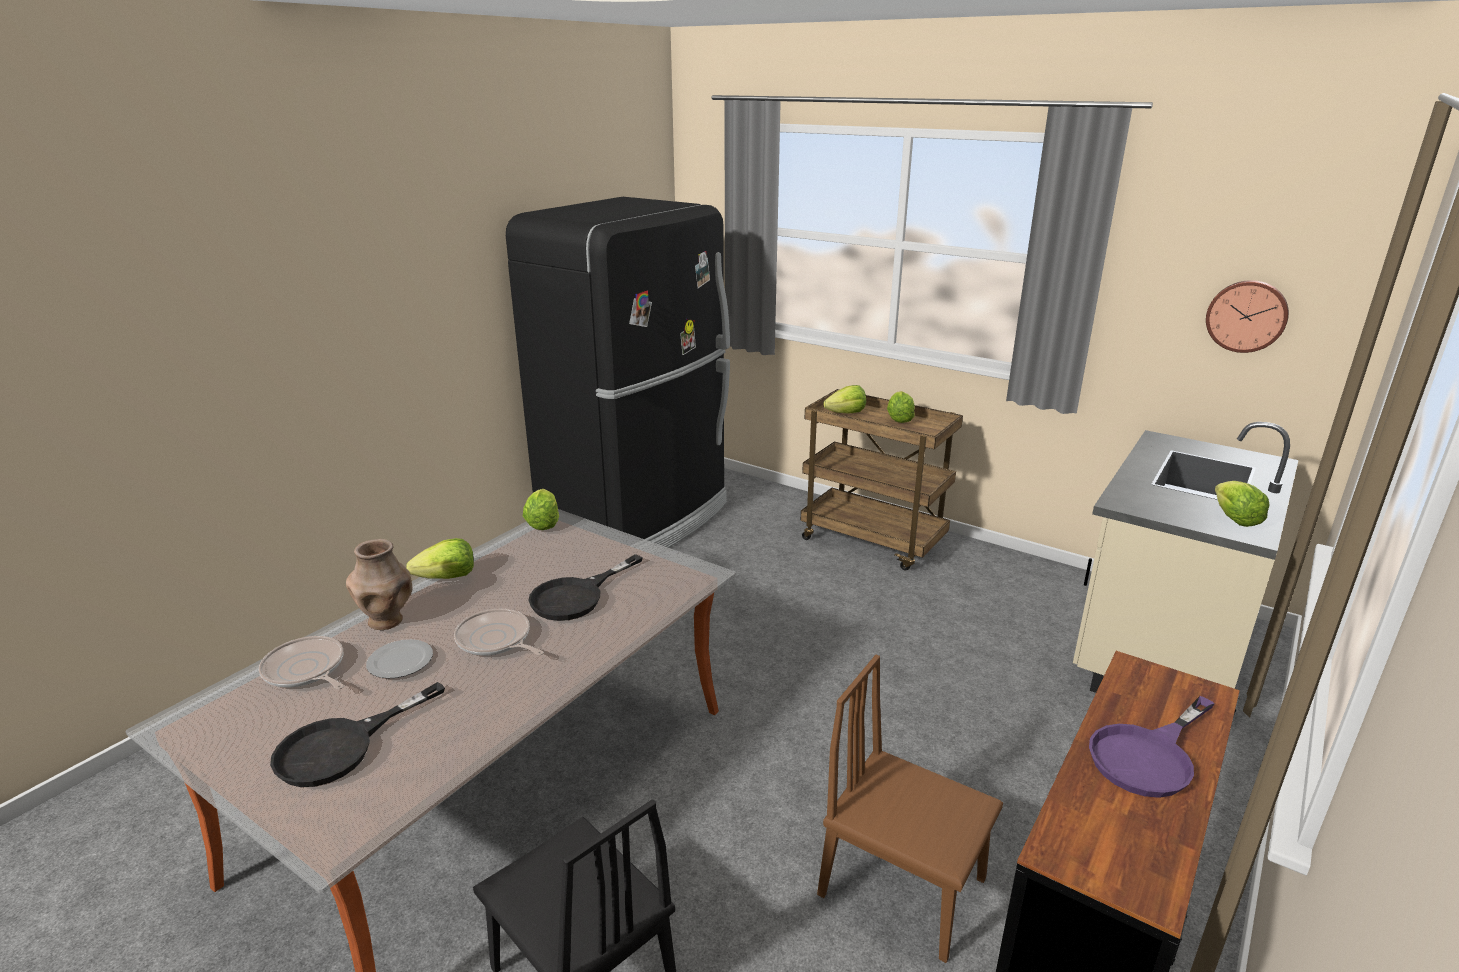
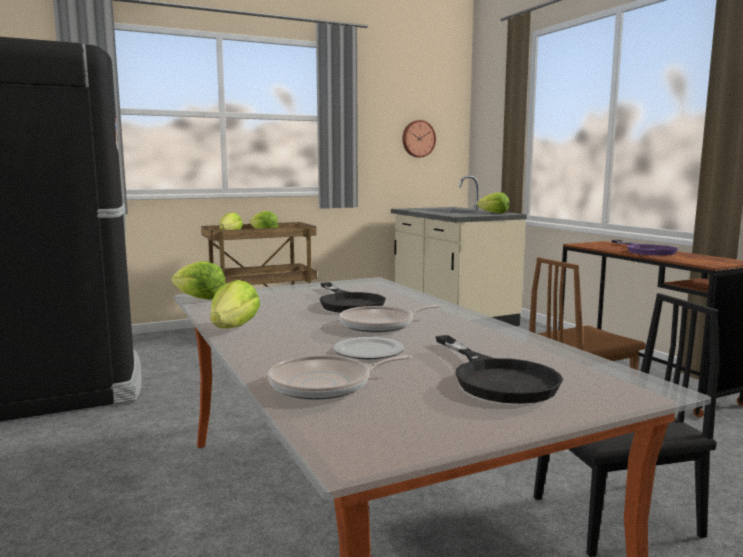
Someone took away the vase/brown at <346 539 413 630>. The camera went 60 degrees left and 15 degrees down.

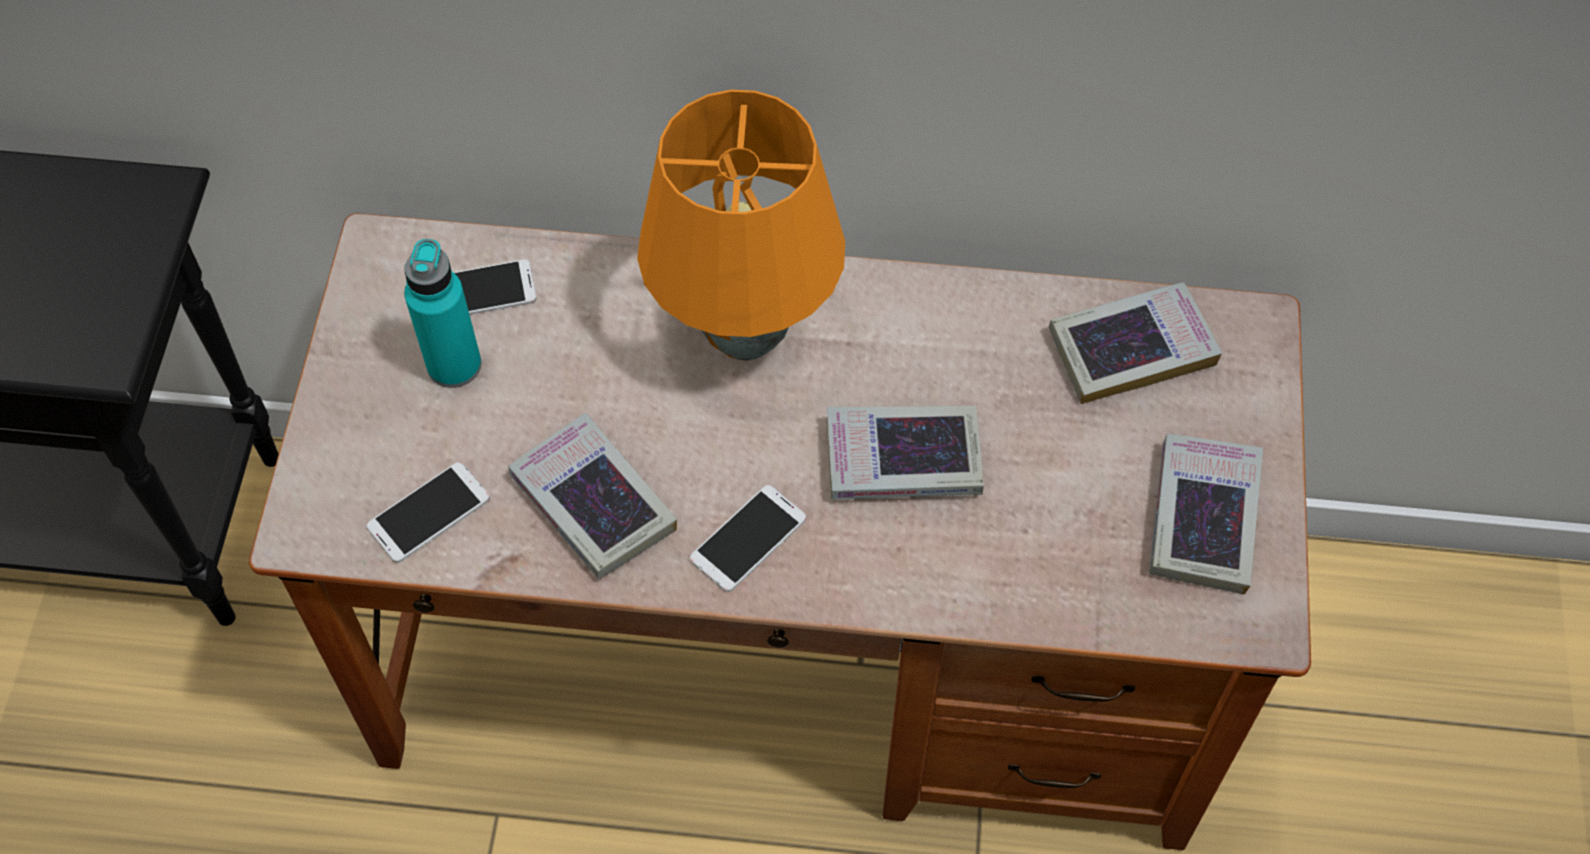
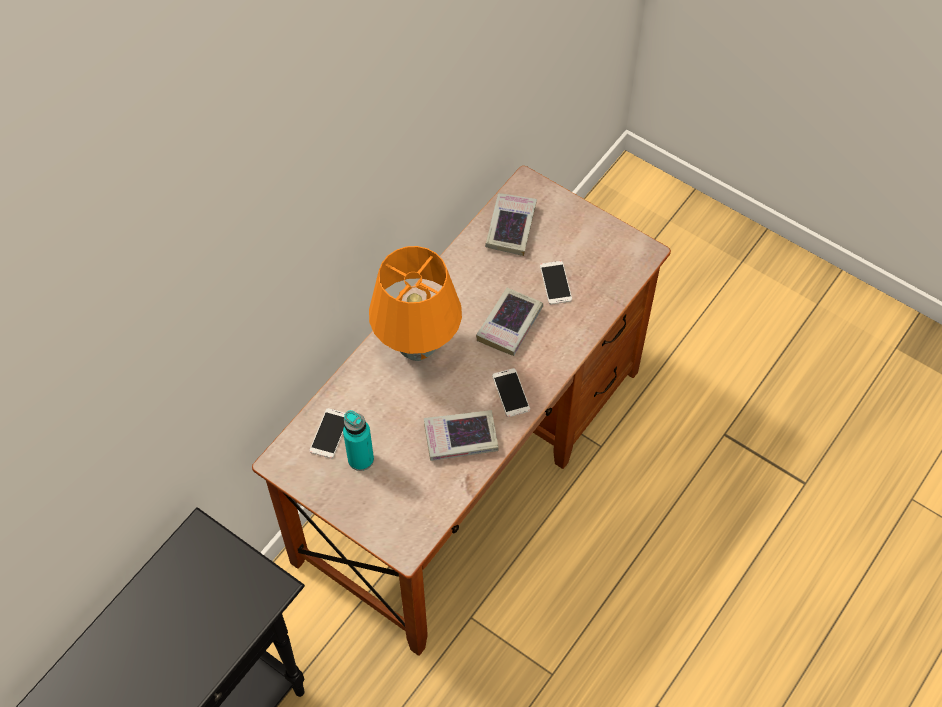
Someone carried the phone from <367 462 490 563> to <540 261 572 304>. Someone took away the book at <1149 434 1263 595>. The camera went 60 degrees left and 0 degrees up.

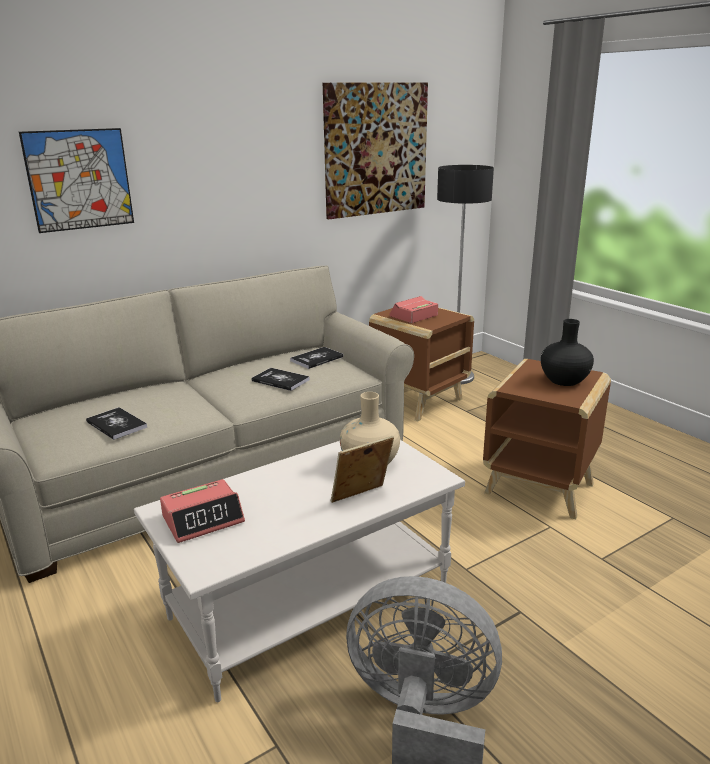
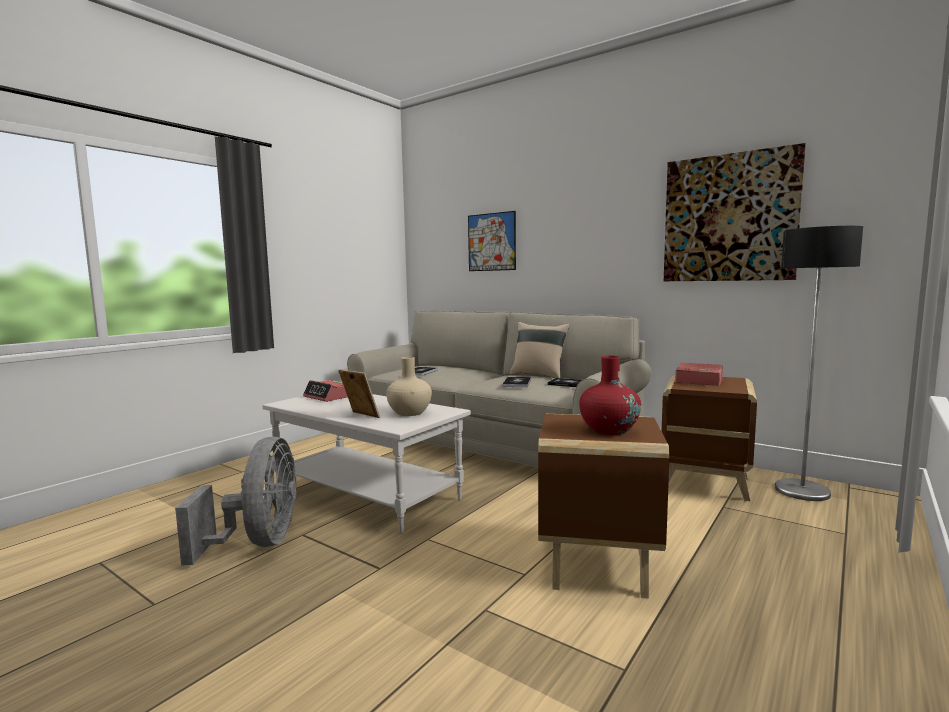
Someone repainted the vase/black at <541 319 594 386>, which became the vase/red at <579 356 641 435>. Someone put down the pillow/beige at <510 322 570 378>. The camera went 70 degrees right and 15 degrees down.

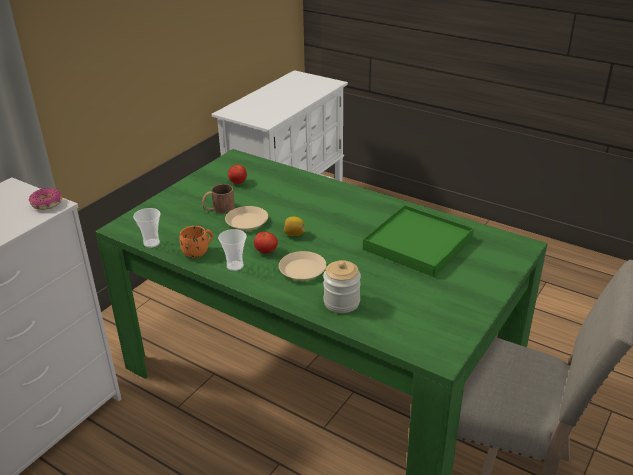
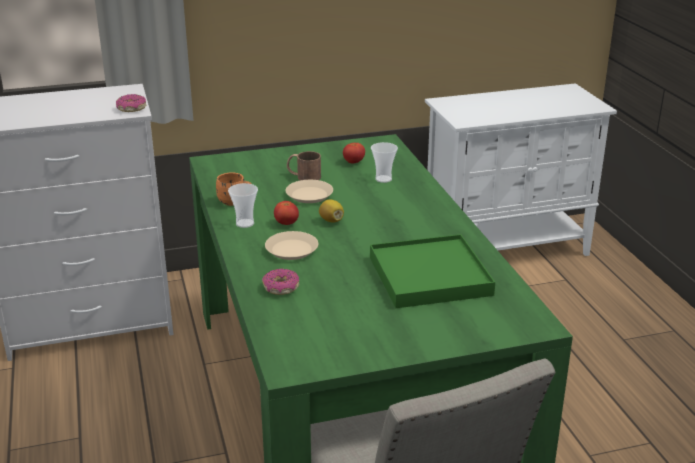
Someone carried the cup from <133 208 161 248> to <371 142 398 183>. Someone swapped the jar at <323 260 361 313> for the donut at <262 269 299 295>. The camera went 40 degrees right and 5 degrees down.

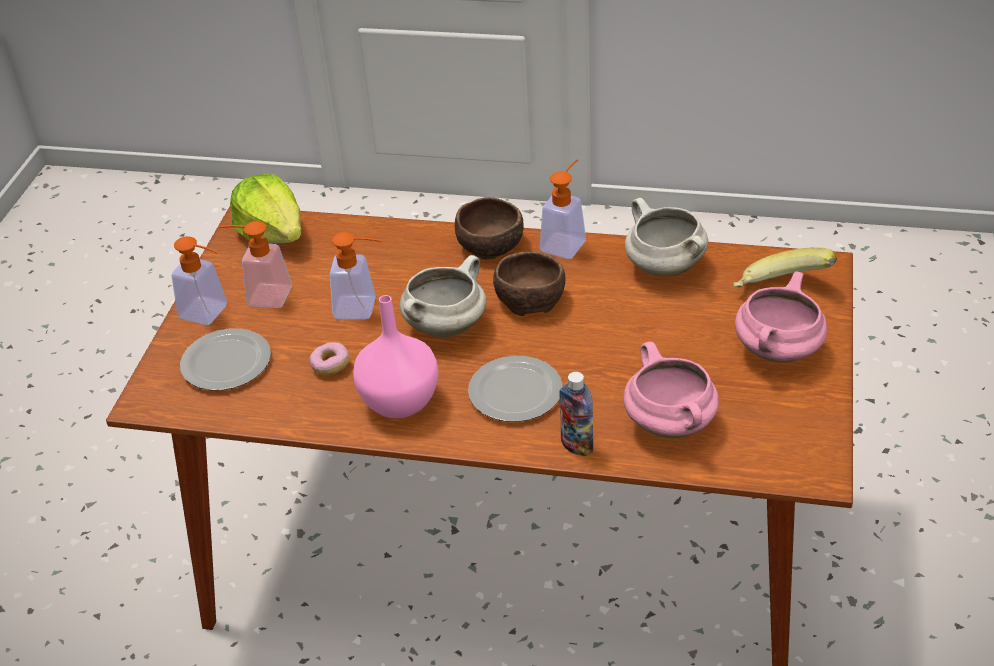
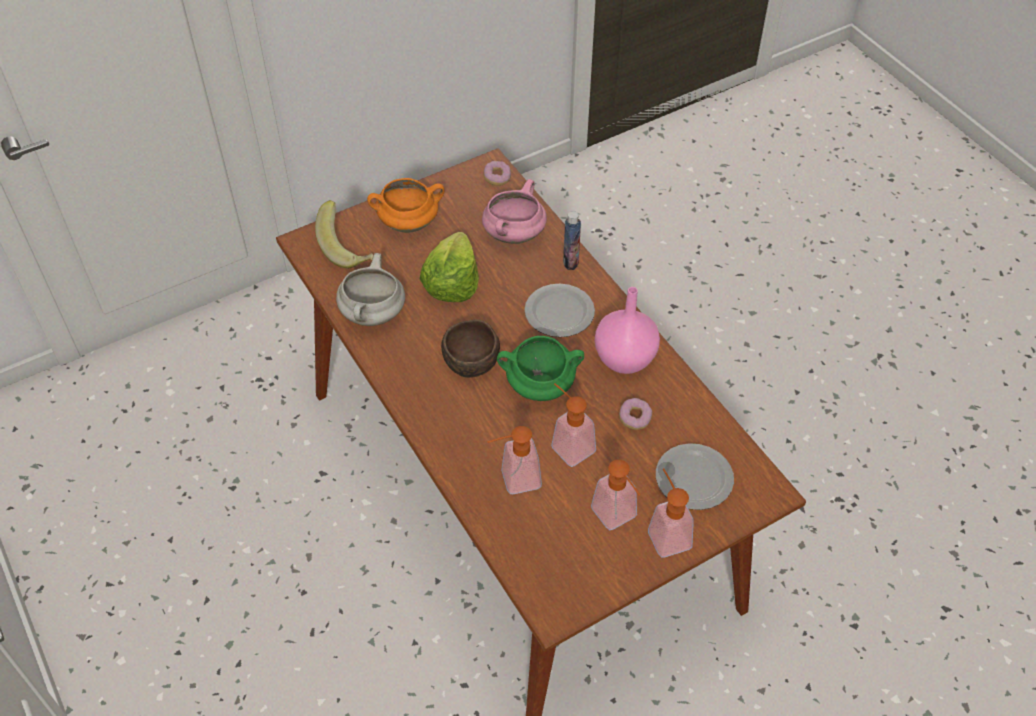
Someone carried the lettuce from <230 174 301 244> to <420 232 479 302>. Someone repainted the cooking pot/white at <400 255 486 337>, which became the cooking pot/green at <497 336 584 401>. Someone took away the bowl/brown at <455 197 524 260>. Someone carried the soap dispenser from <539 159 586 259> to <487 426 542 494>. Someone repainted the cooking pot/pink at <735 271 827 363>, which became the cooking pot/orange at <367 178 444 233>. Someone put down the donut at <483 161 511 186>. The camera went 135 degrees left and 10 degrees up.

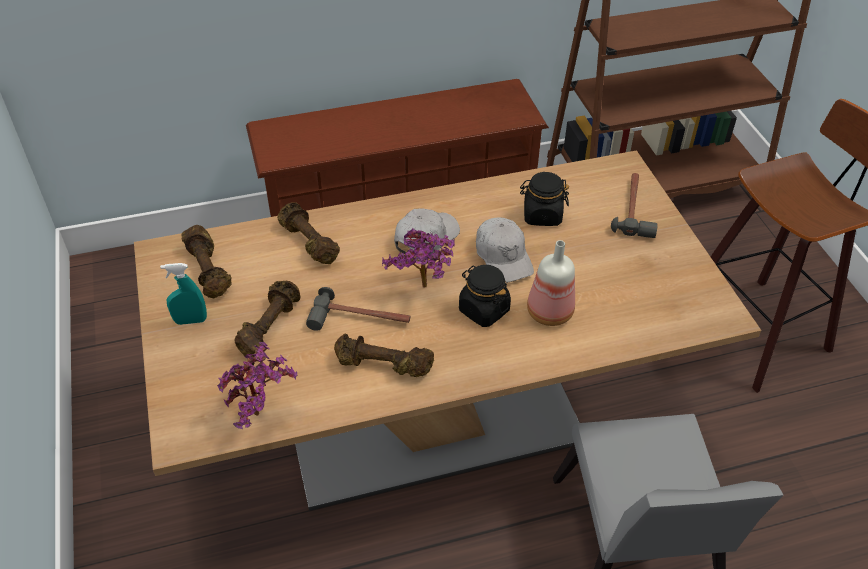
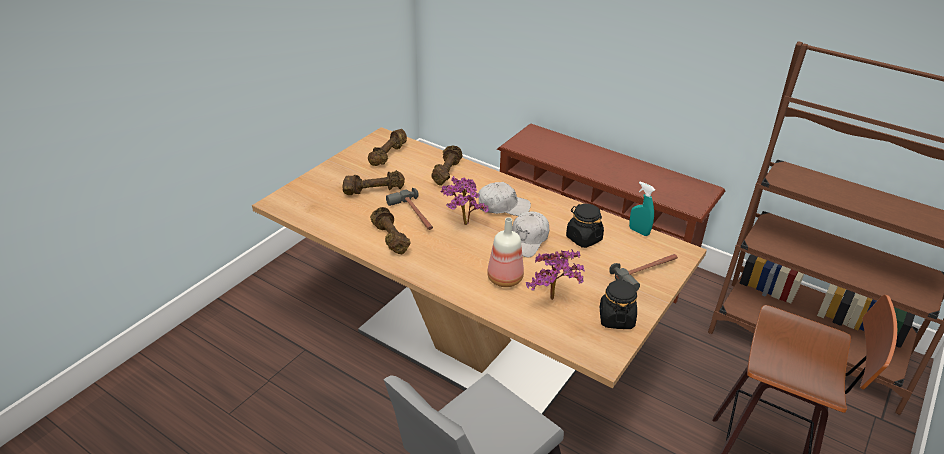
Someone carried the spray bottle/turquoise from <160 263 207 325> to <629 182 655 236>. Someone carried the potted plant from <217 342 297 429> to <526 249 585 300>. Someone carried the jar/black from <459 265 511 327> to <600 279 637 329>. The camera went 50 degrees right and 10 degrees down.

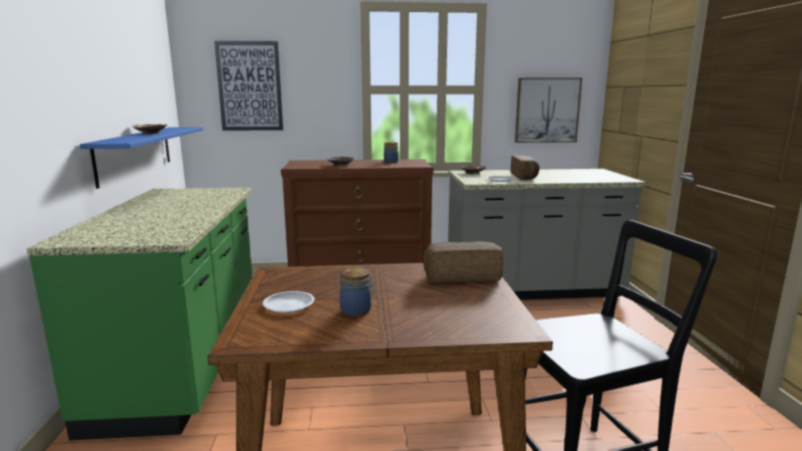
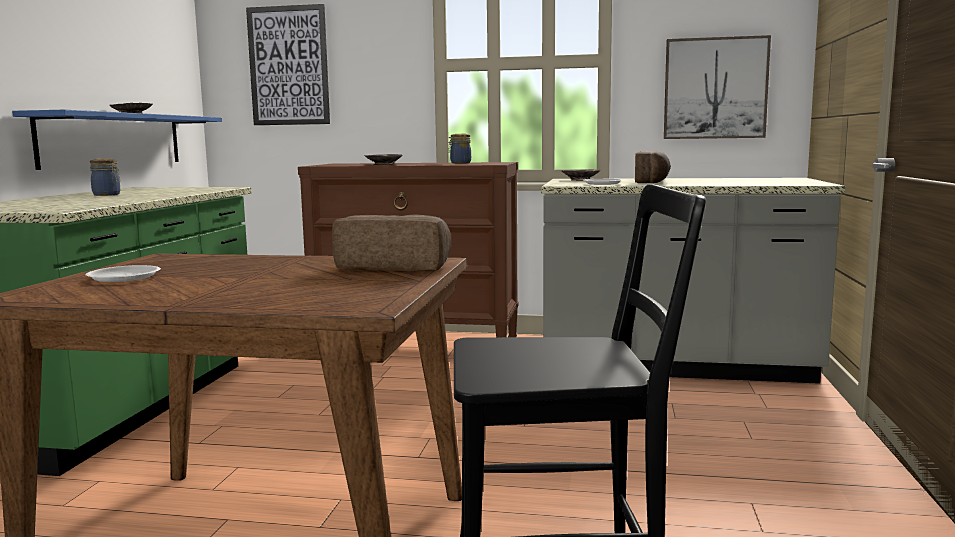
Someone carried the jar from <340 267 375 317> to <90 159 120 196>. The camera went 15 degrees right and 5 degrees down.

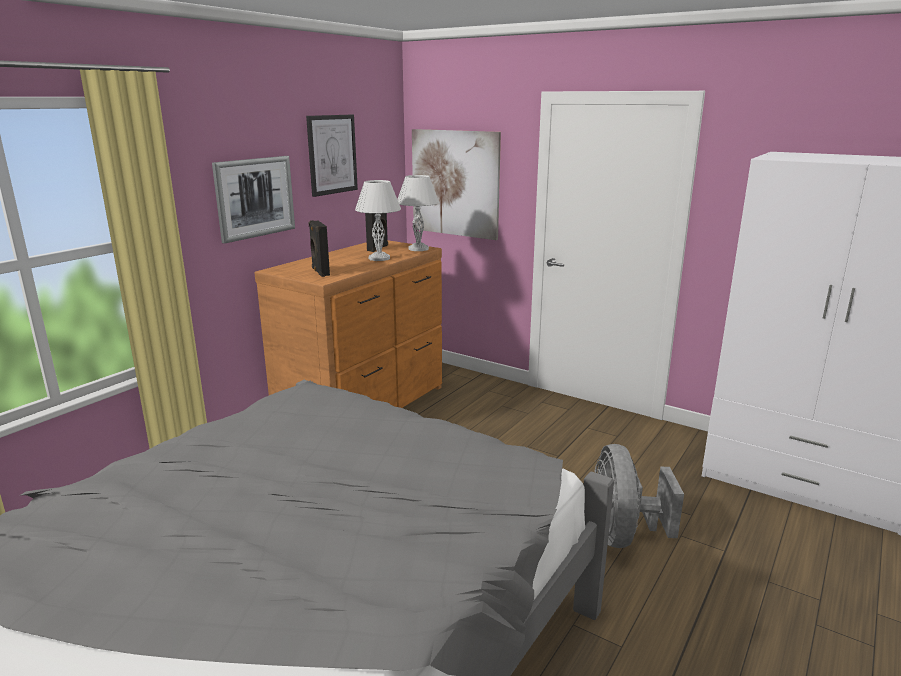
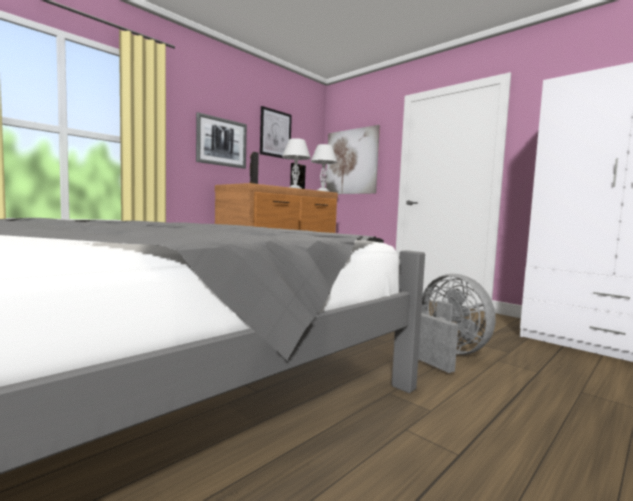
Someone rotated the fan/grey at <594 444 684 548> by 135 degrees clockwise. The camera went 10 degrees right and 15 degrees down.

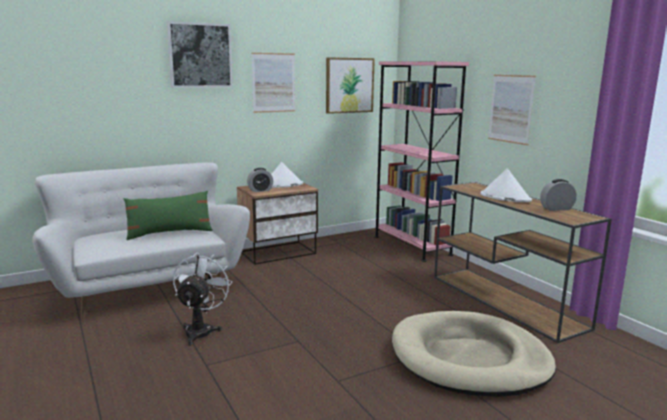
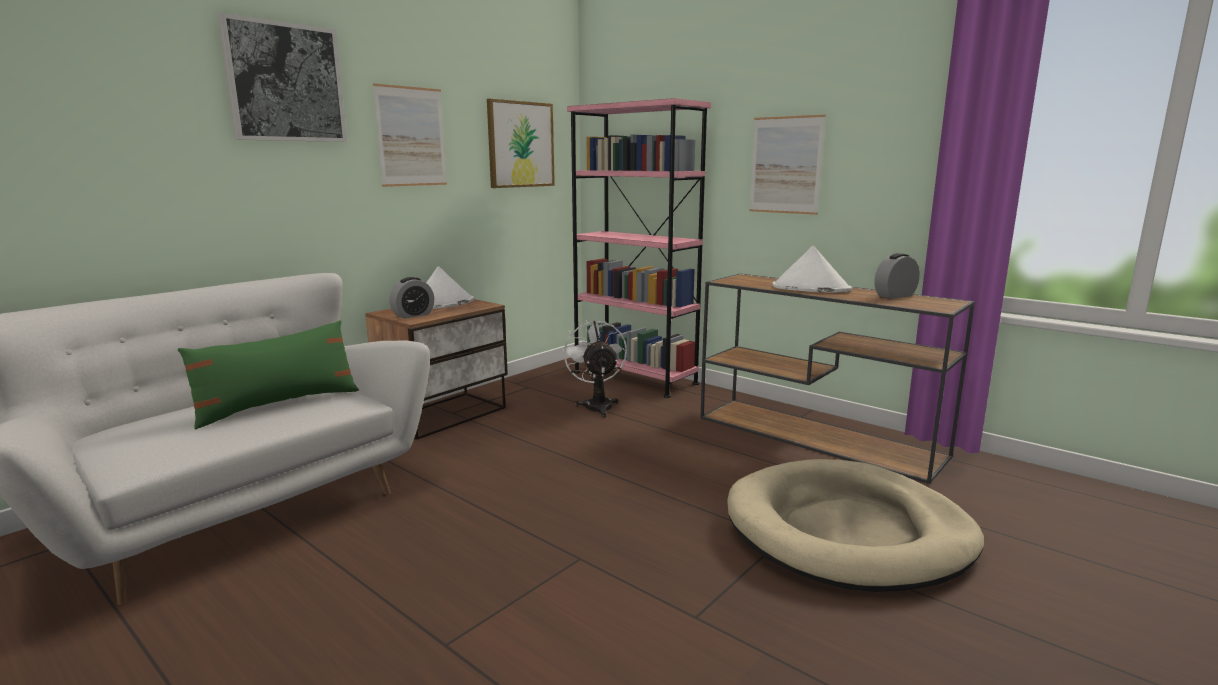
Someone carried the fan/white from <173 252 232 346> to <562 320 627 418>. The camera went 20 degrees left and 0 degrees up.

